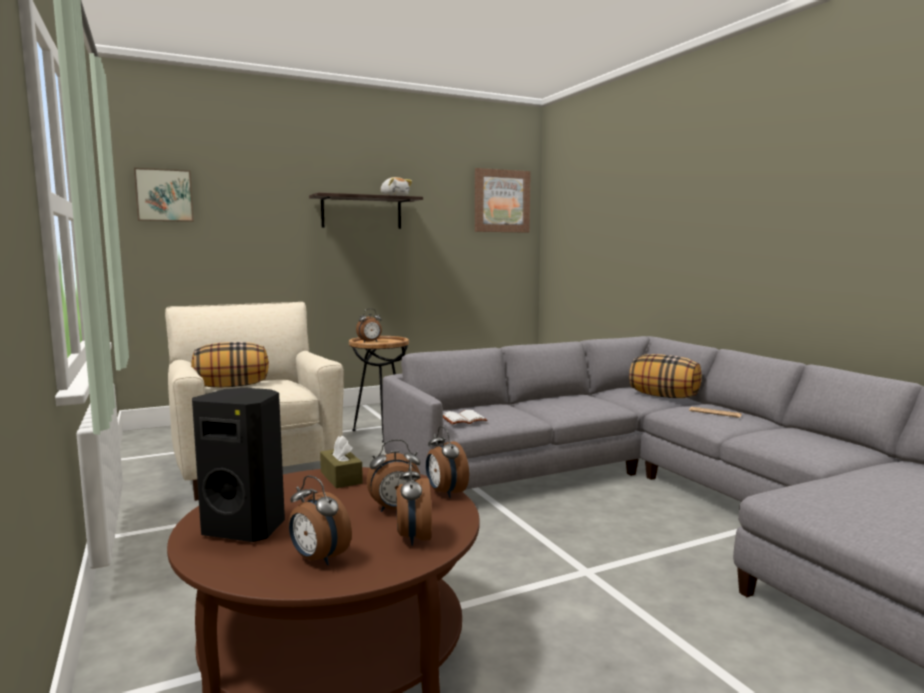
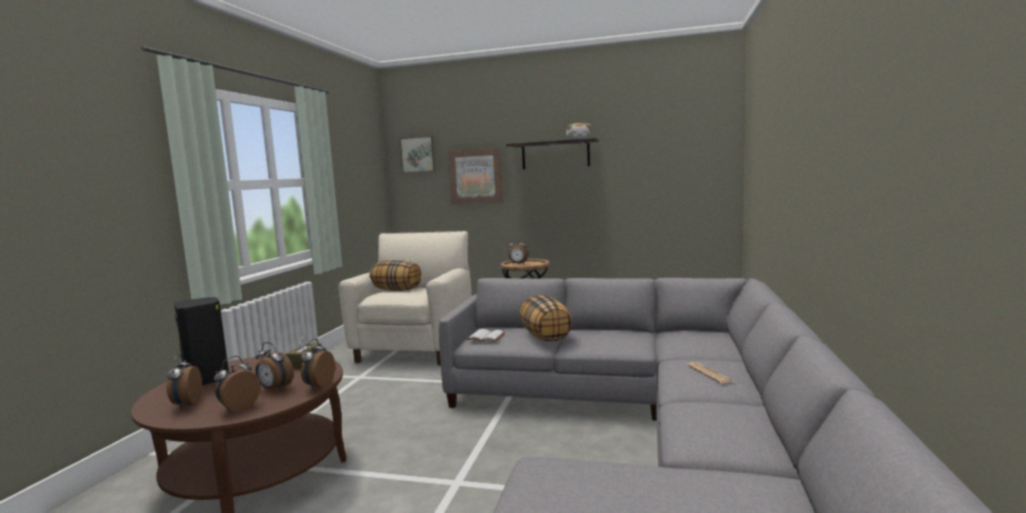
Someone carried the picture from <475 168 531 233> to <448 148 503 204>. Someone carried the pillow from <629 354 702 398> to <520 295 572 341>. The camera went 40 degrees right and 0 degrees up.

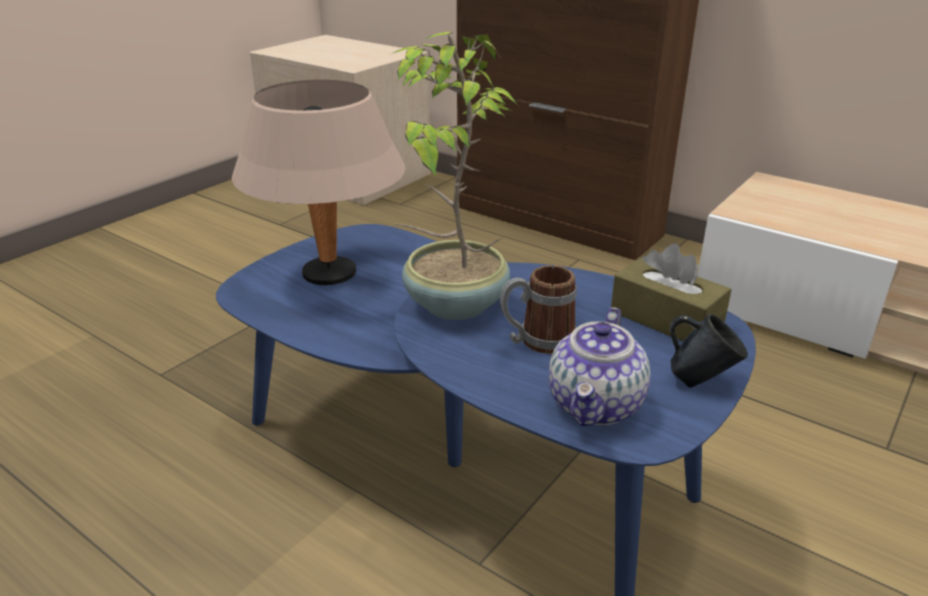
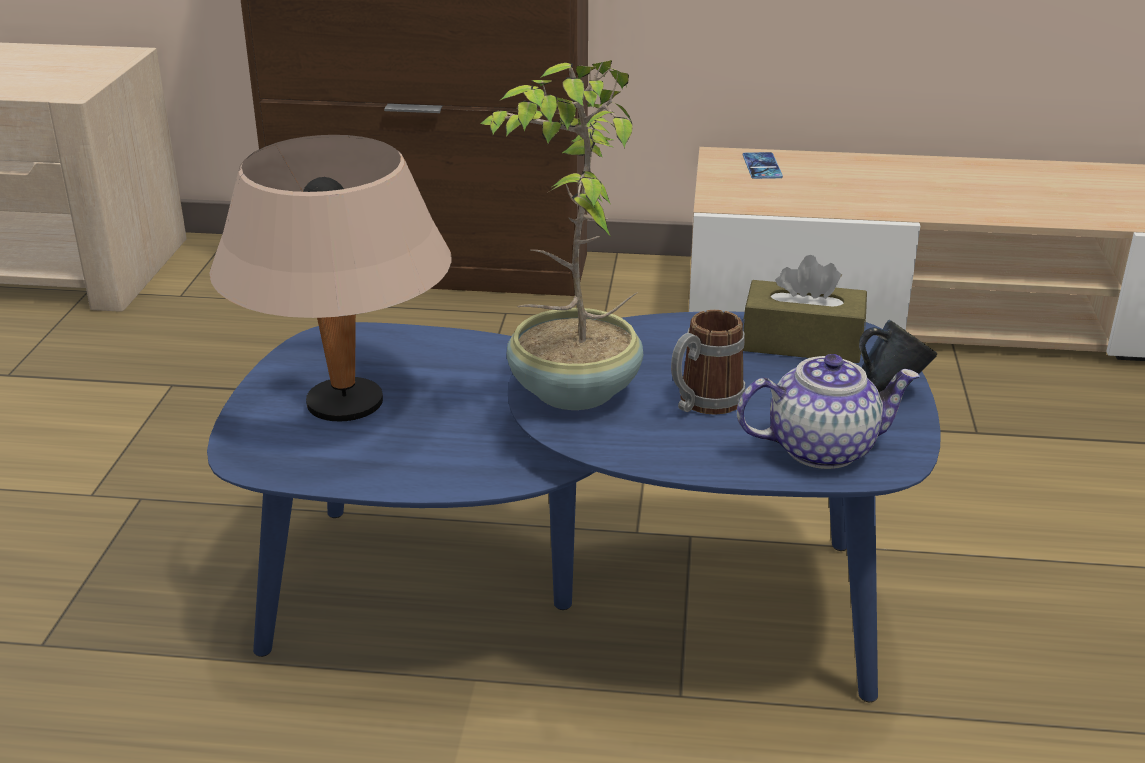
Someone rotated the teapot at <549 307 650 426> by 90 degrees counterclockwise. Someone put down the phone at <743 152 783 179>. The camera went 30 degrees left and 0 degrees up.

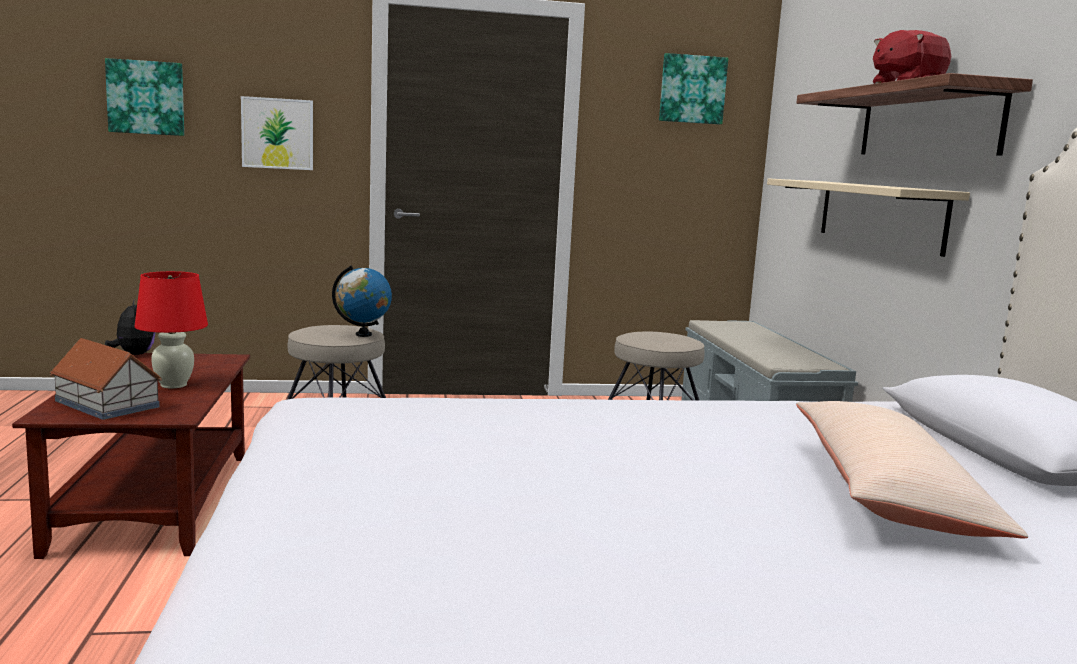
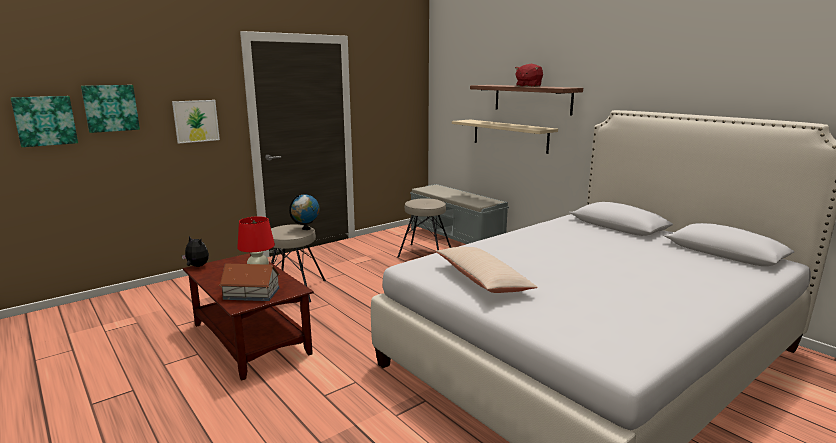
Someone carried the picture from <659 53 728 124> to <11 96 78 147>. Someone carried the pillow/beige from <796 401 1028 538> to <436 247 538 293>. The camera went 30 degrees left and 5 degrees up.

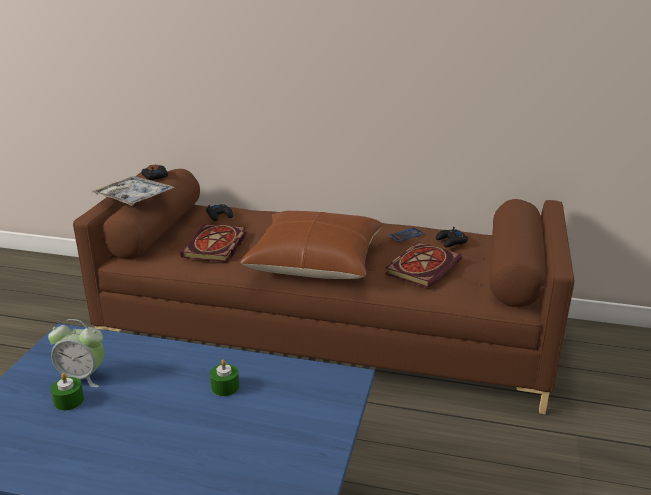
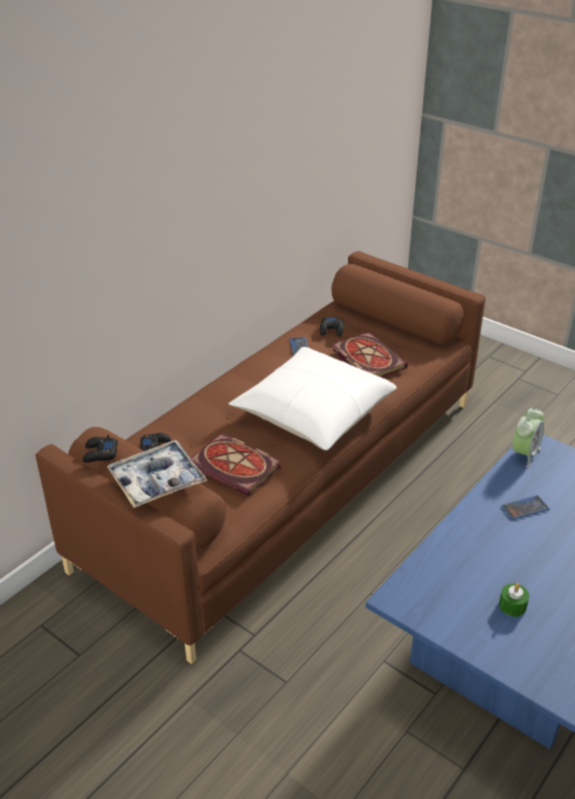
Someone carried the alarm clock from <48 319 104 387> to <513 408 544 468>. Someone swapped the candle/green at <210 360 239 396> for the phone at <501 495 550 520>. Someone repainted the pillow/brown at <240 211 383 279>, which became the pillow/white at <229 347 397 450>. The camera went 65 degrees left and 10 degrees up.

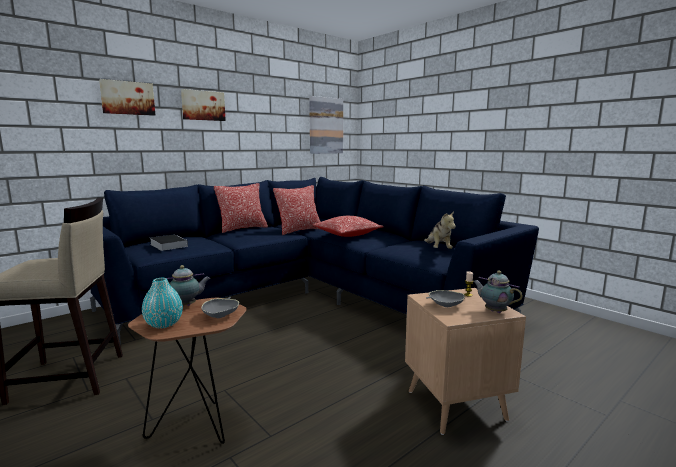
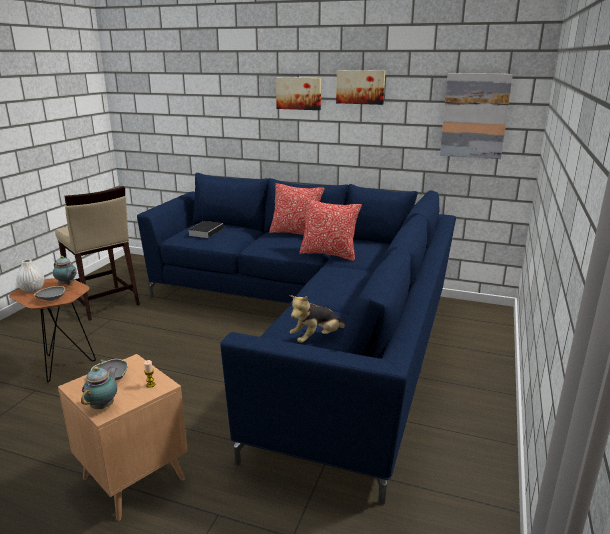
Someone carried the picture from <99 79 155 116> to <336 70 385 105>. Someone repainted the vase/turquoise at <142 278 183 329>, which became the vase/white at <16 259 44 293>. Someone took away the pillow at <313 216 383 237>. The camera went 60 degrees right and 10 degrees up.

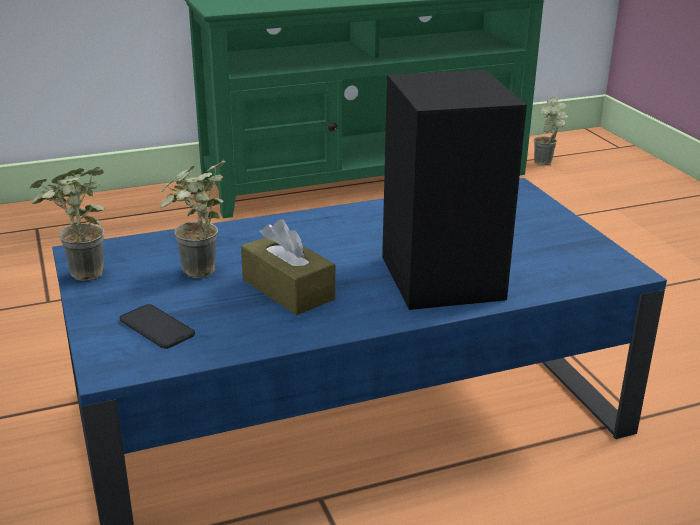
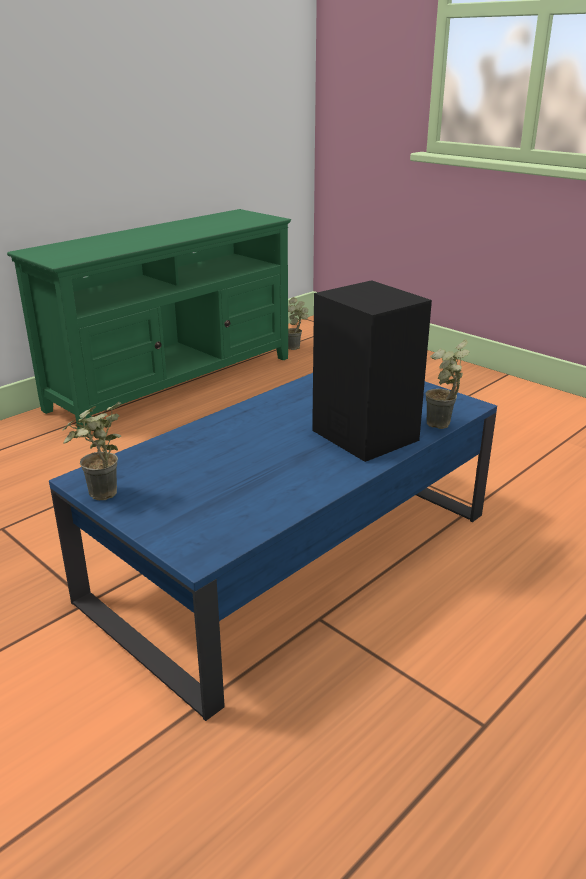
Someone took away the phone at <119 304 195 349>. Someone carried the potted plant from <160 159 226 278> to <425 339 470 429>. Someone took away the tissue box/brown at <241 219 335 315>. The camera went 25 degrees left and 0 degrees up.

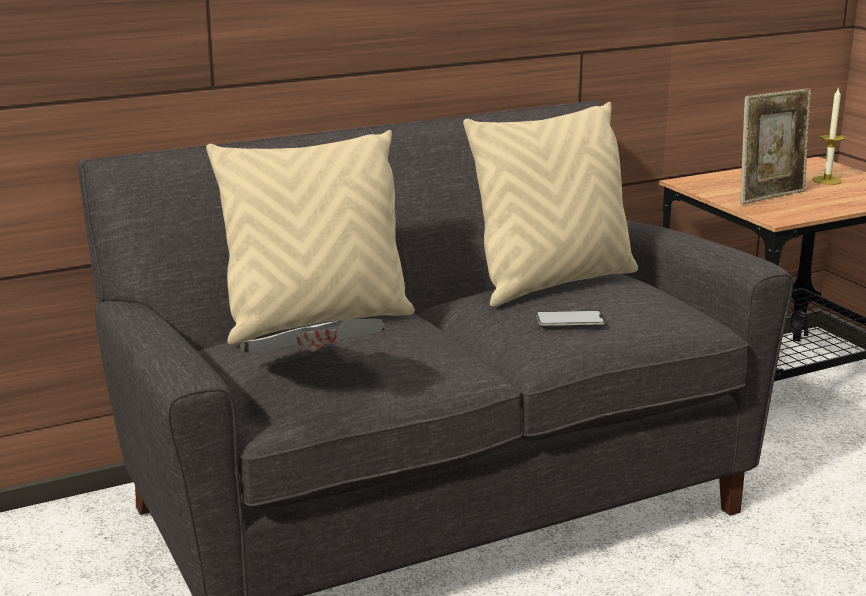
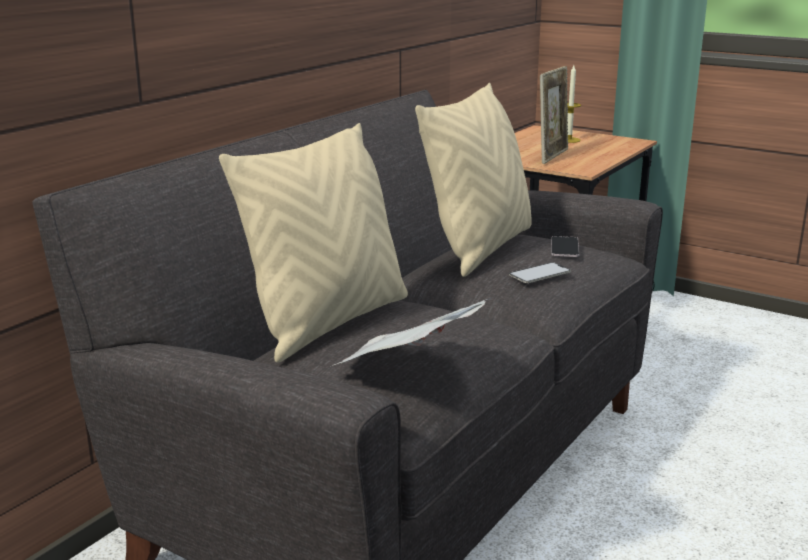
Someone put down the phone at <551 236 579 257>. The camera went 30 degrees left and 0 degrees up.

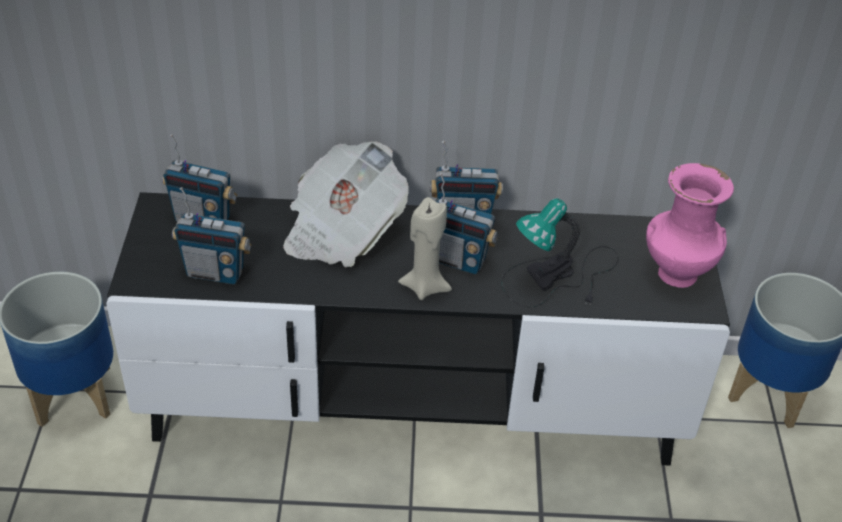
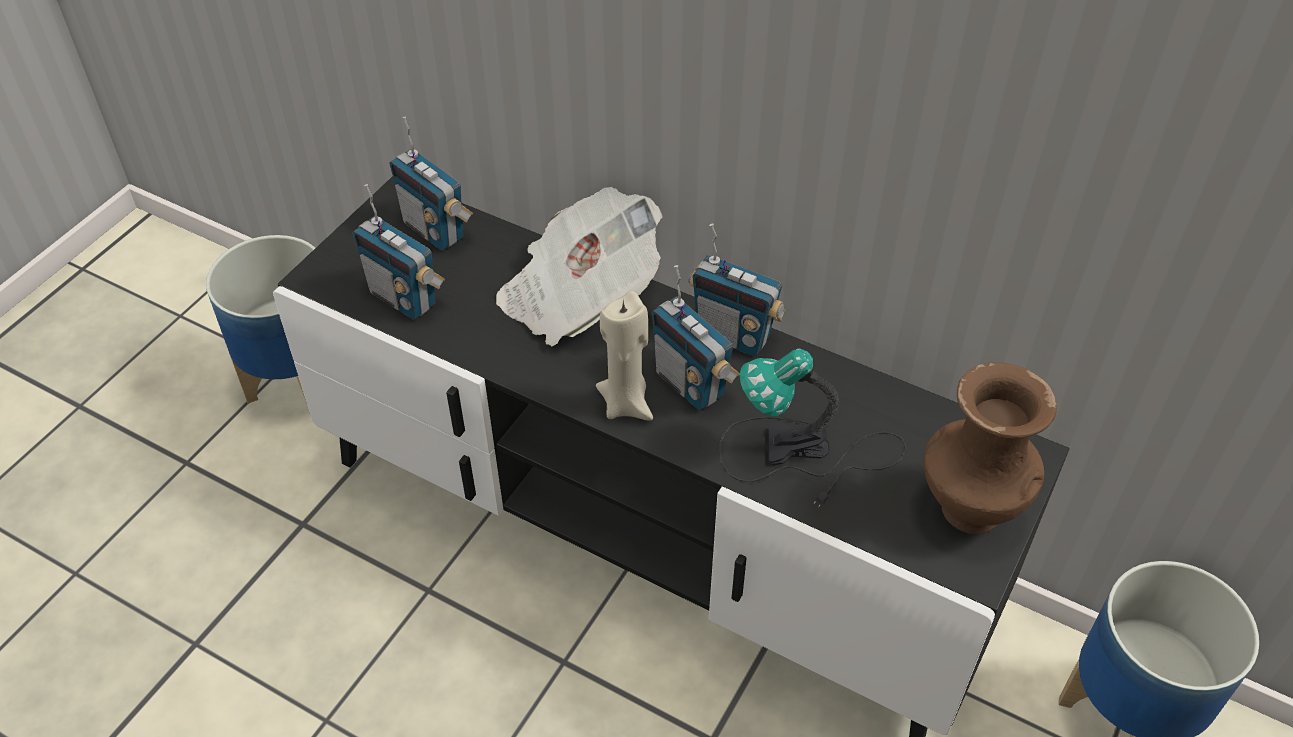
Someone repainted the vase/pink at <646 163 734 288>, which became the vase/brown at <924 362 1057 534>. The camera went 30 degrees right and 5 degrees up.

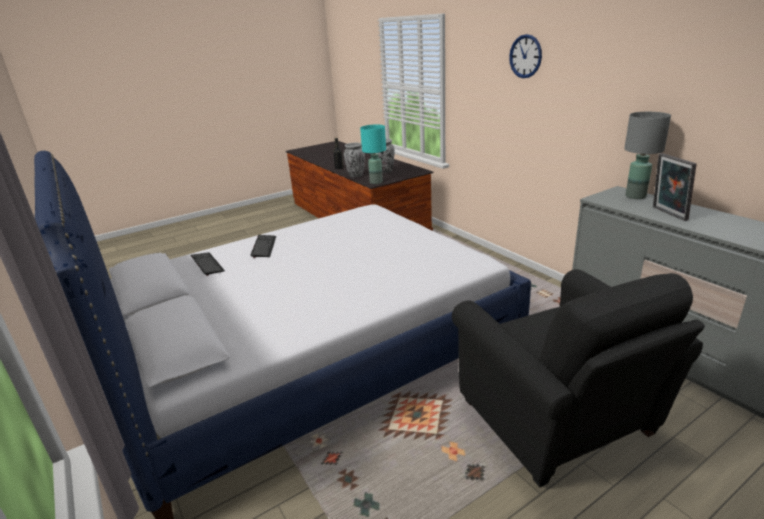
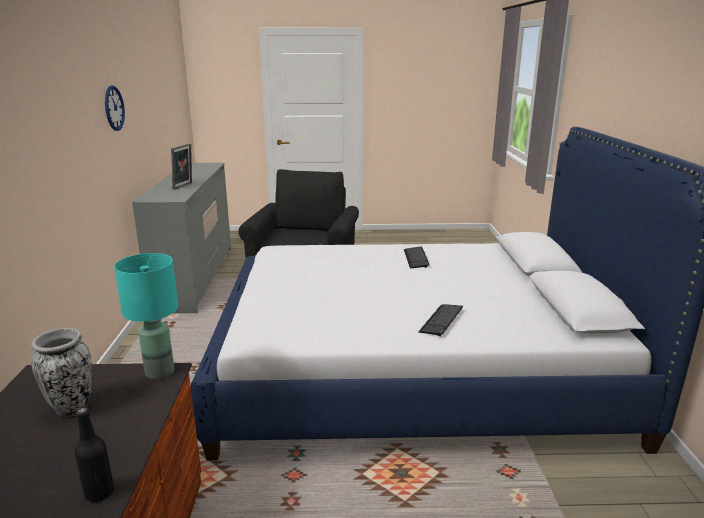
Someone carried the keyboard from <191 253 225 276> to <404 246 430 268>. Someone took away the vase at <344 143 365 178>. Someone carried the wall clock from <509 34 542 78> to <105 85 125 131>. Someone took away the table lamp/grey at <624 112 671 199>. The camera went 150 degrees left and 5 degrees down.

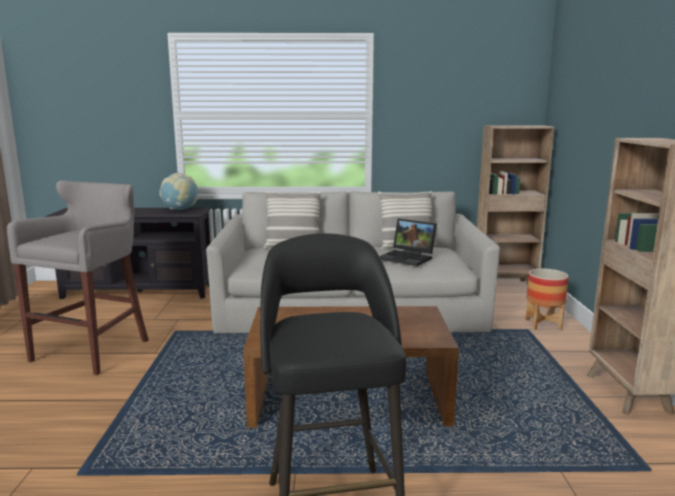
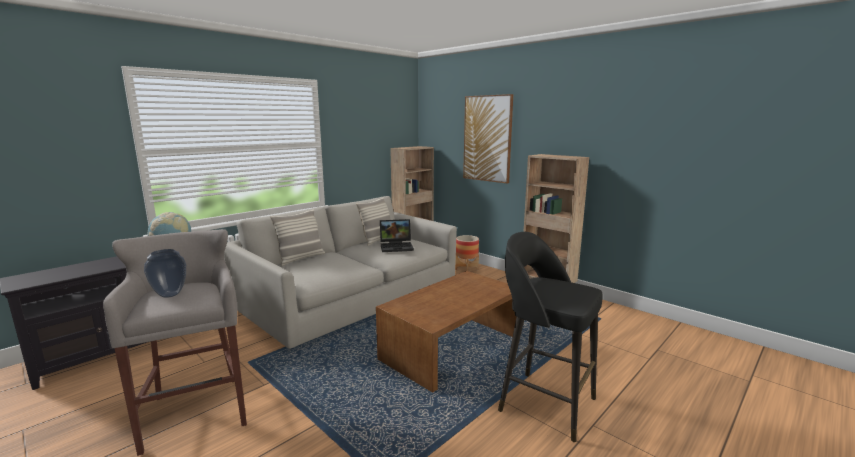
Someone put down the vase at <144 249 186 298>. Someone put up the picture at <463 94 513 183>. The camera went 45 degrees left and 0 degrees up.

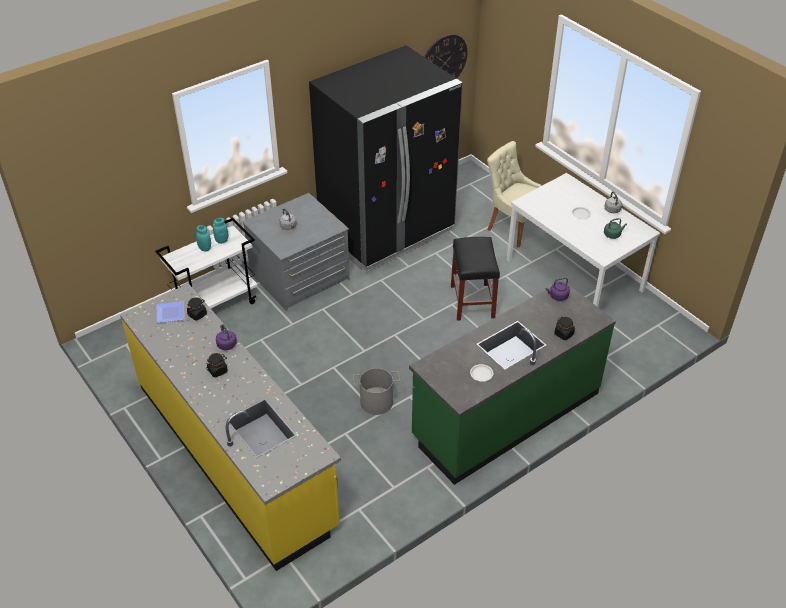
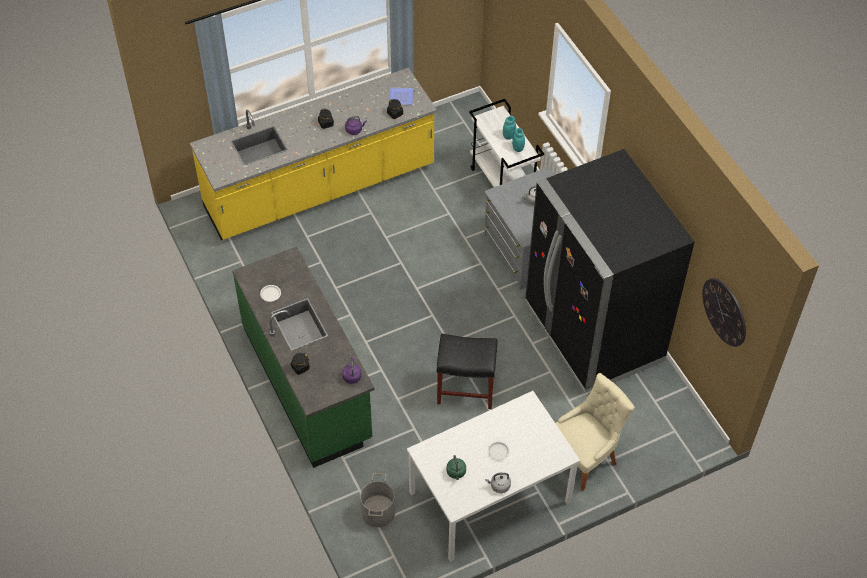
Someone carried the bucket/grey from <353 368 400 415> to <360 473 395 527>. The camera went 100 degrees right and 10 degrees up.

